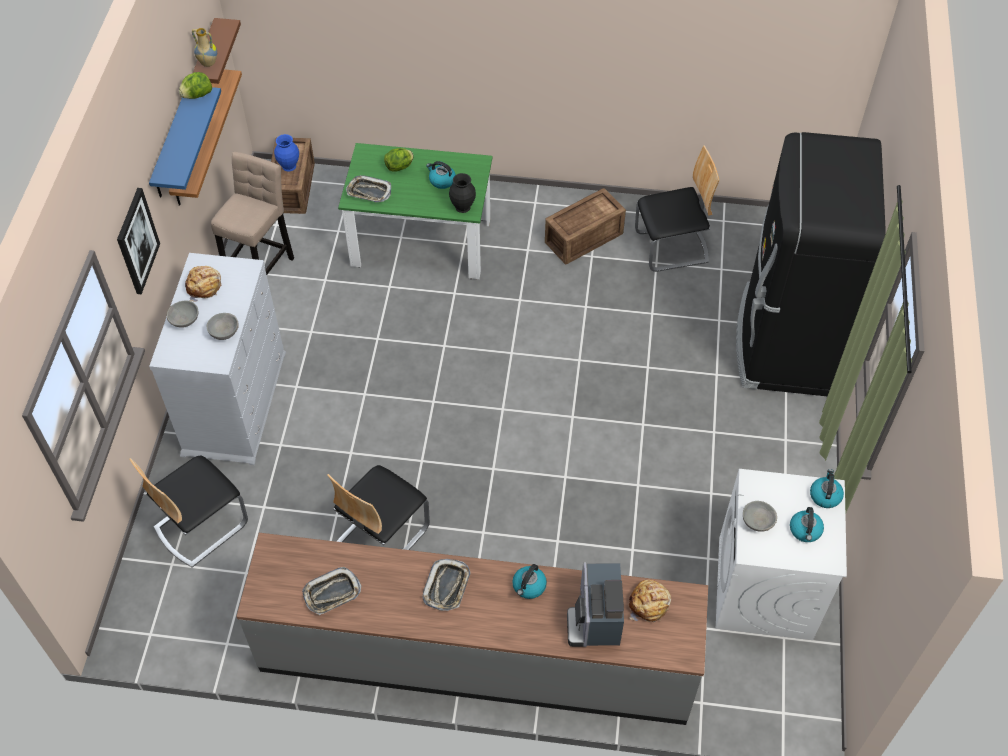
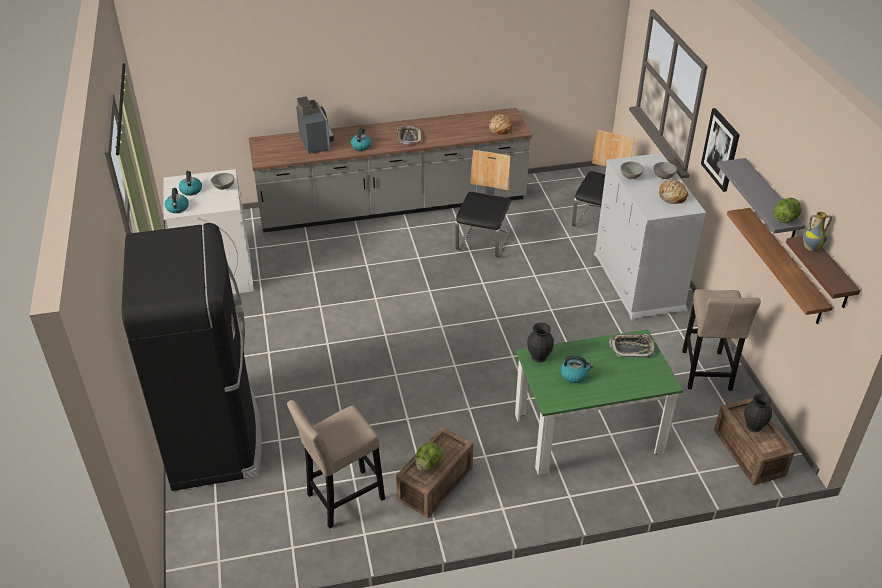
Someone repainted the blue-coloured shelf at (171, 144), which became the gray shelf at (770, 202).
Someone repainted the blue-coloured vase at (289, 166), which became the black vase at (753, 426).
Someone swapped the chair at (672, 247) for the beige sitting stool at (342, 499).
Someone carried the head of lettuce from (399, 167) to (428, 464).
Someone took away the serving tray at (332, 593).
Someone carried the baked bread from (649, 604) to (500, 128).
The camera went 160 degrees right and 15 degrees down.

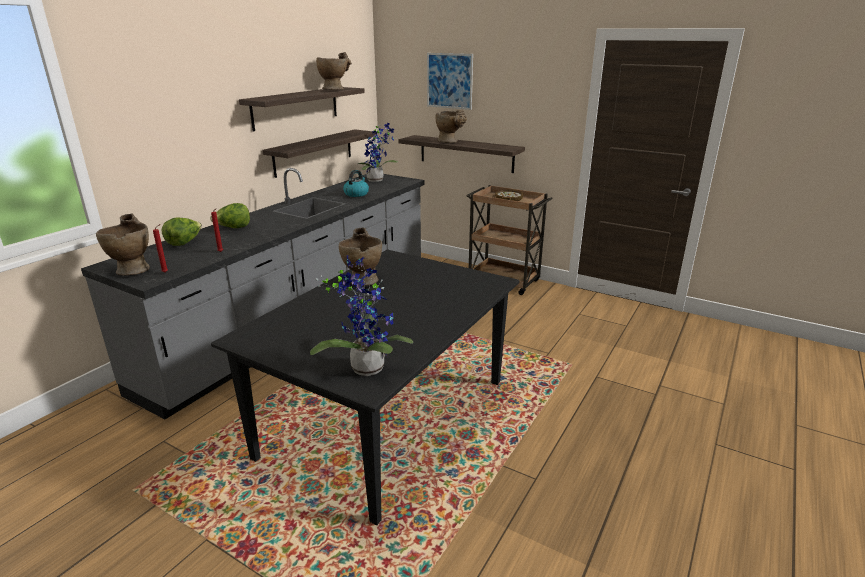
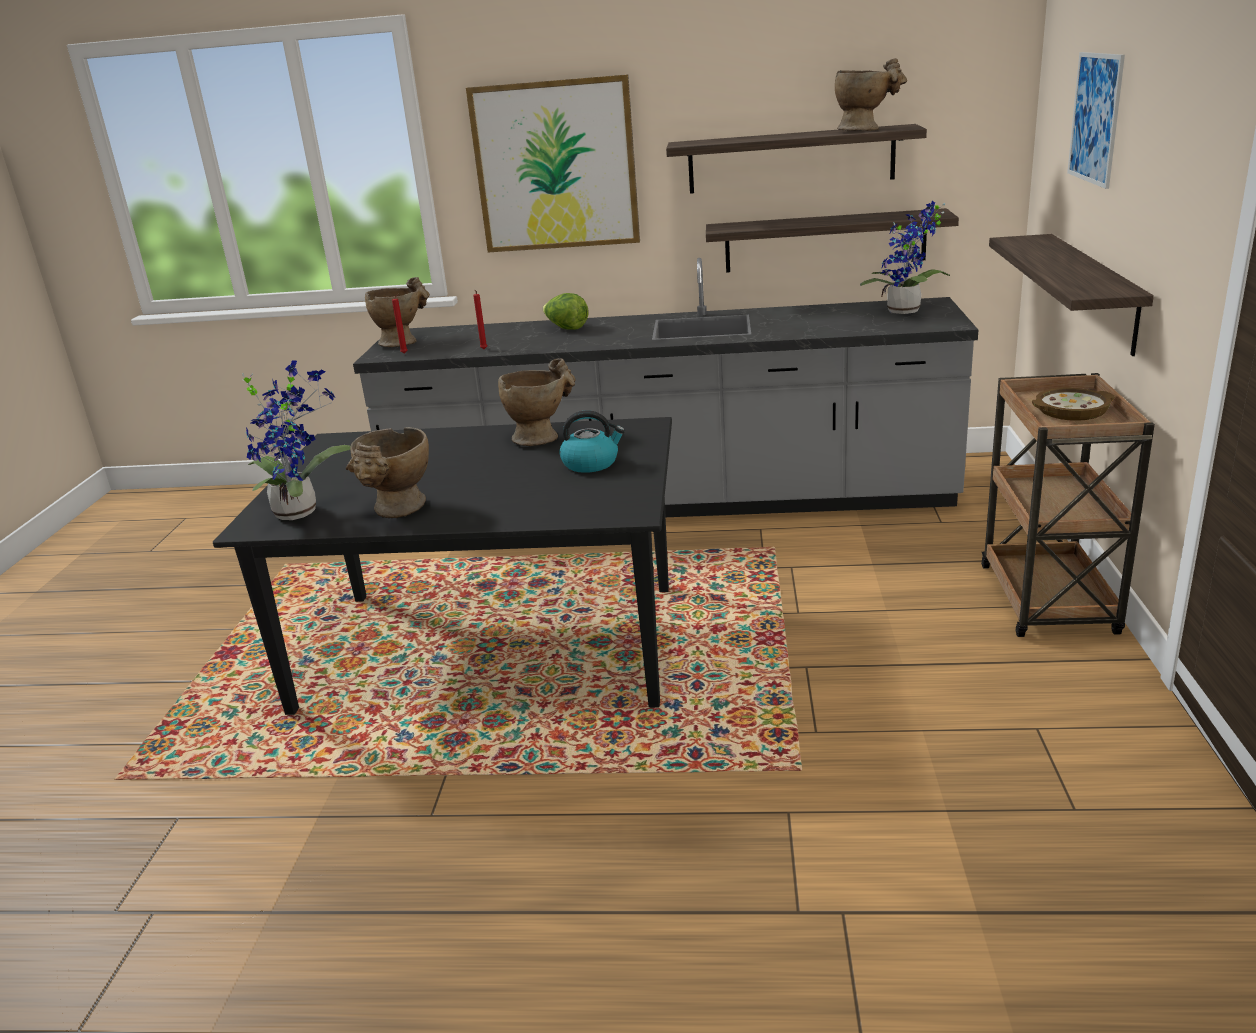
Someone carried the beige vase from (450, 142) to (398, 511).
Someone carried the kettle from (356, 194) to (591, 463).
Someone took away the head of lettuce at (184, 243).
Someone put up the picture at (556, 166).
The camera went 65 degrees right and 0 degrees up.

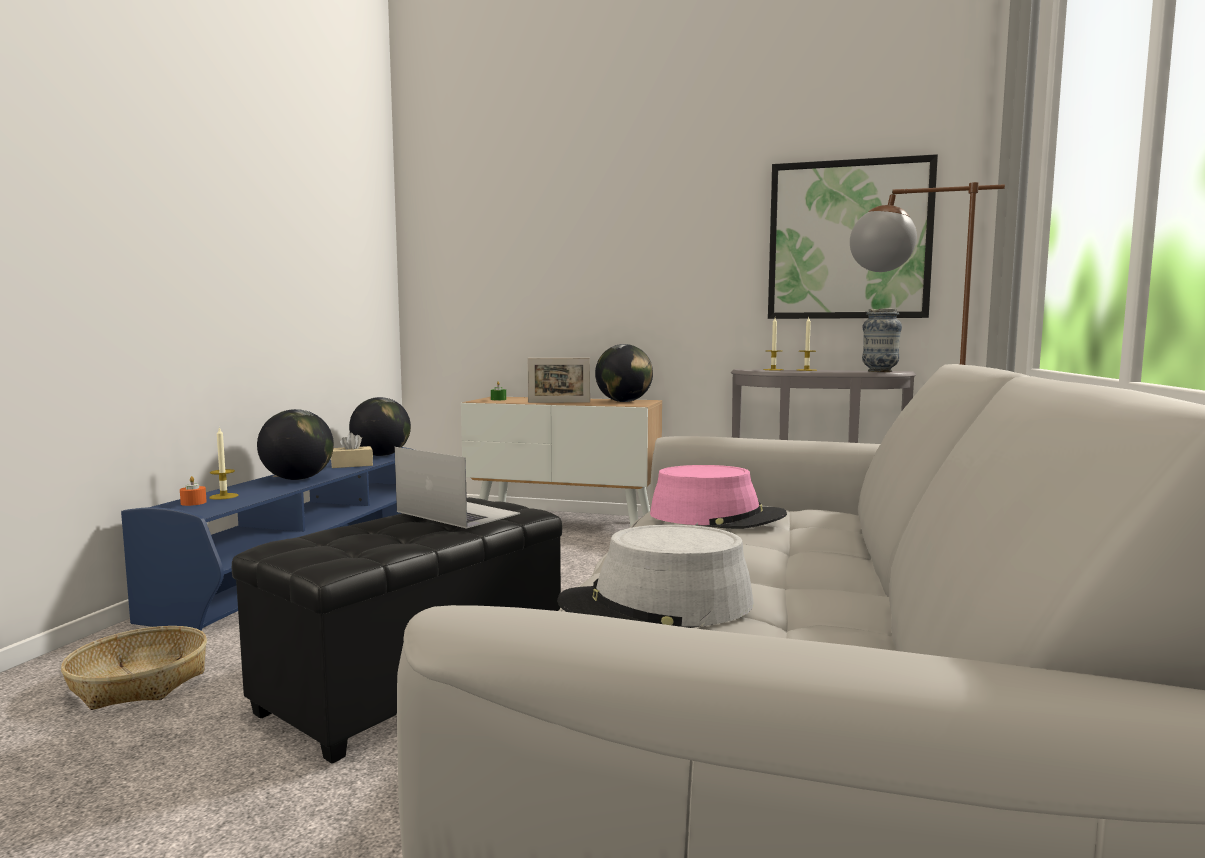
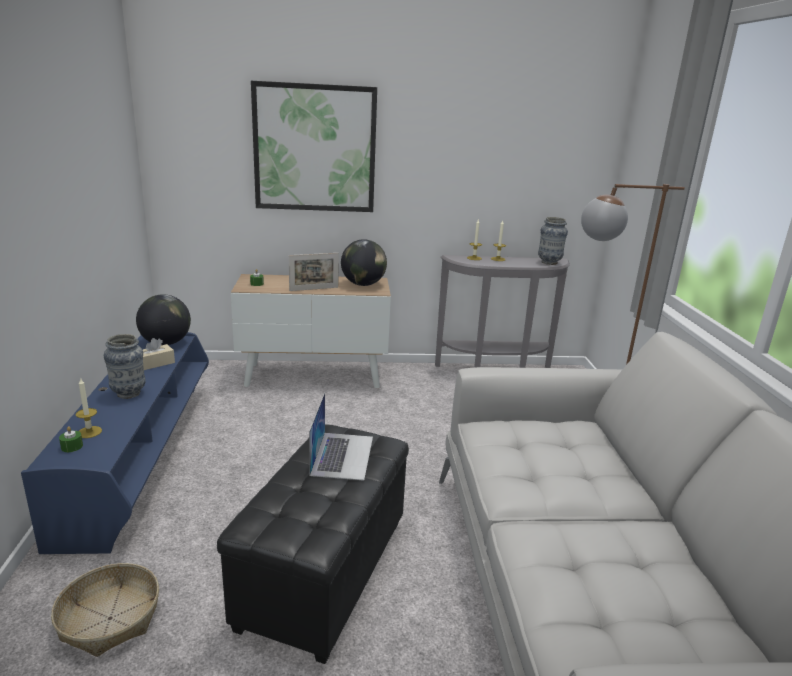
Someone carried the picture from (848, 240) to (315, 148).
Someone swapped the globe at (298, 479) for the vase at (129, 393).
Someone rotated the laptop at (457, 513) by 75 degrees clockwise.
Someone took away the pinkish wearable hat at (716, 516).
Someone repainted the orange wax light at (193, 503), which became the green wax light at (72, 446).
Someone took away the gray wearable hat at (657, 606).
The camera went 20 degrees left and 15 degrees up.

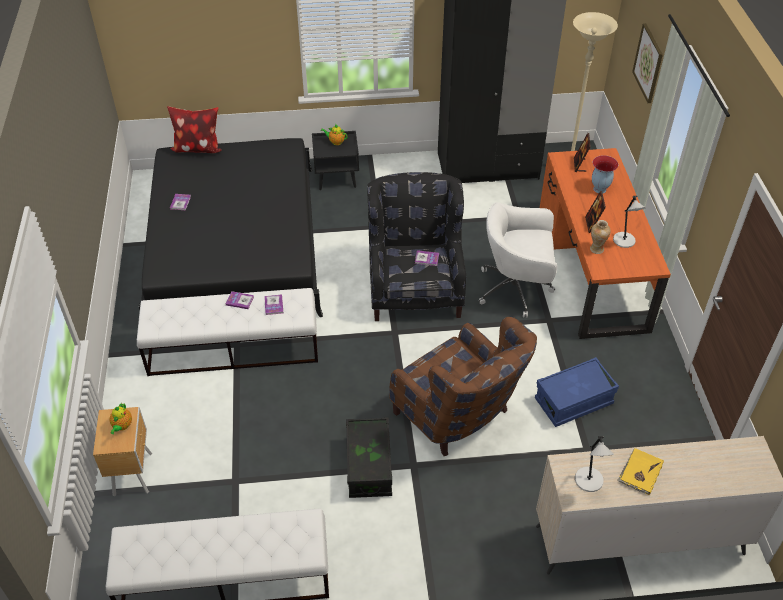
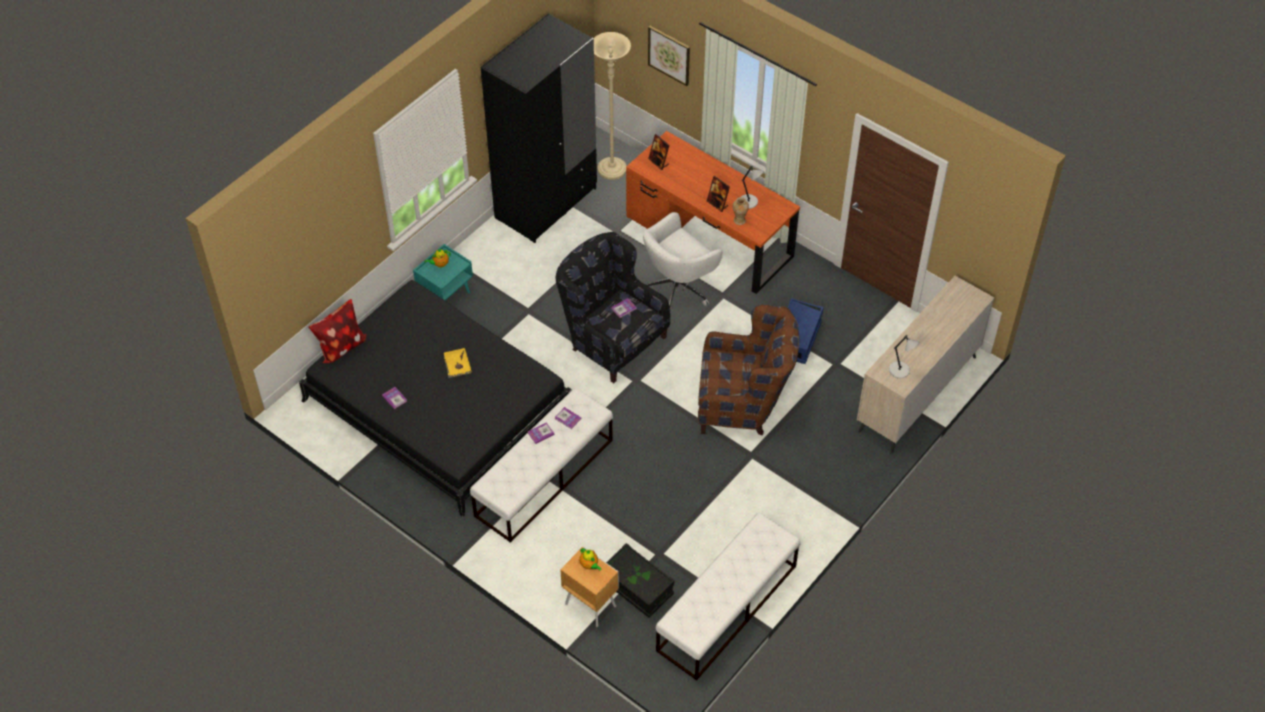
Someone repainted the black bedside table at (337, 178), which became the turquoise-coloured bedside table at (446, 295).
Someone took away the vase at (599, 189).
Someone carried the black storage bin from (369, 466) to (637, 588).
Someone carried the yellow-coloured book from (640, 472) to (457, 364).
The camera went 45 degrees left and 5 degrees up.

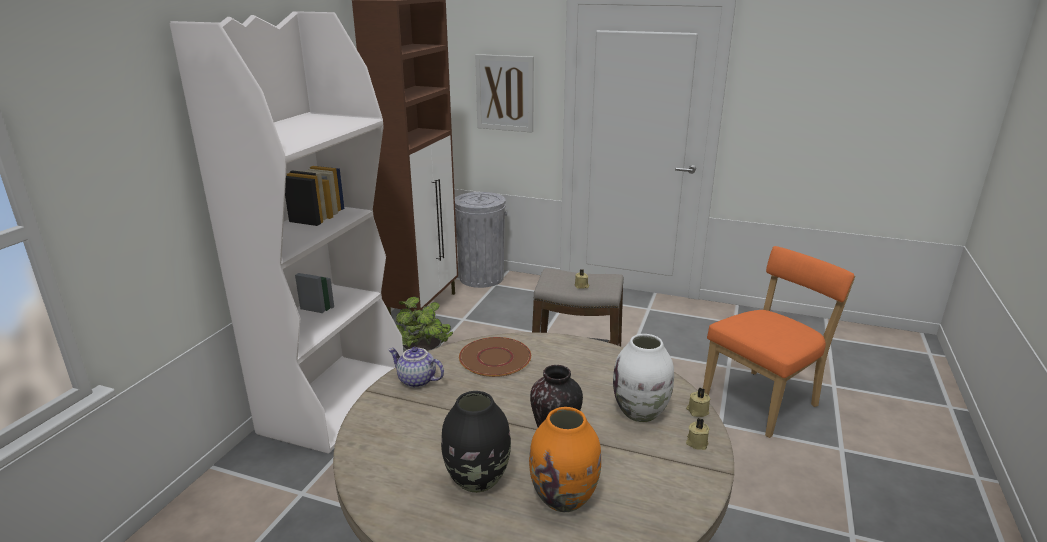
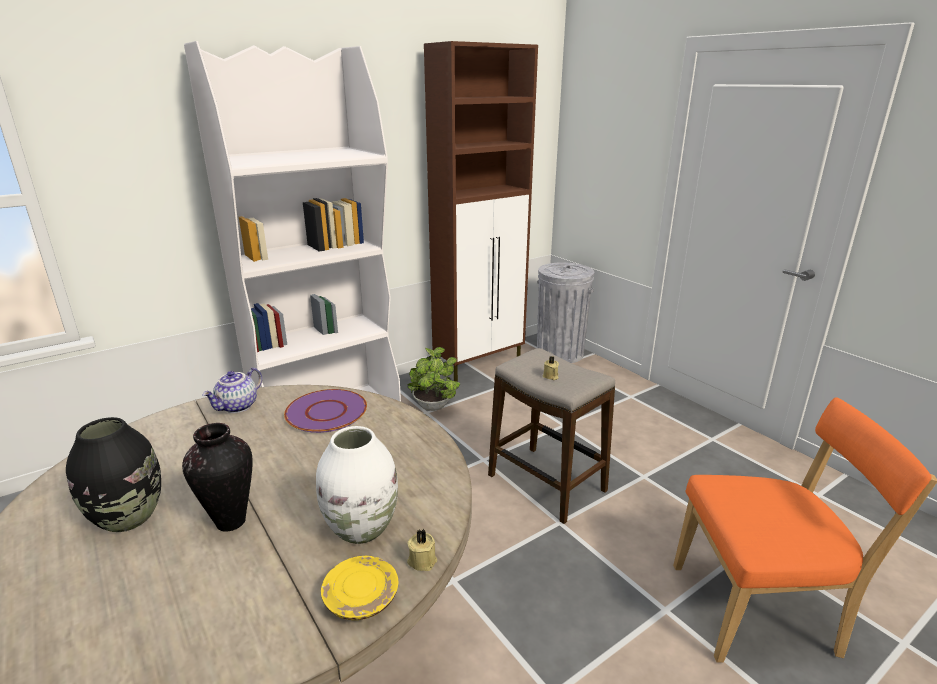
Someone took away the picture at (505, 93).
Someone repainted the brownish plate at (495, 358), which became the purple plate at (326, 412).
Someone rotated the tea pot at (416, 381) by 120 degrees counterclockwise.
Someone took away the orange vase at (564, 498).
Someone swapped the beige wax light at (696, 442) for the yellow-coloured plate at (361, 597).
The camera went 35 degrees right and 0 degrees up.

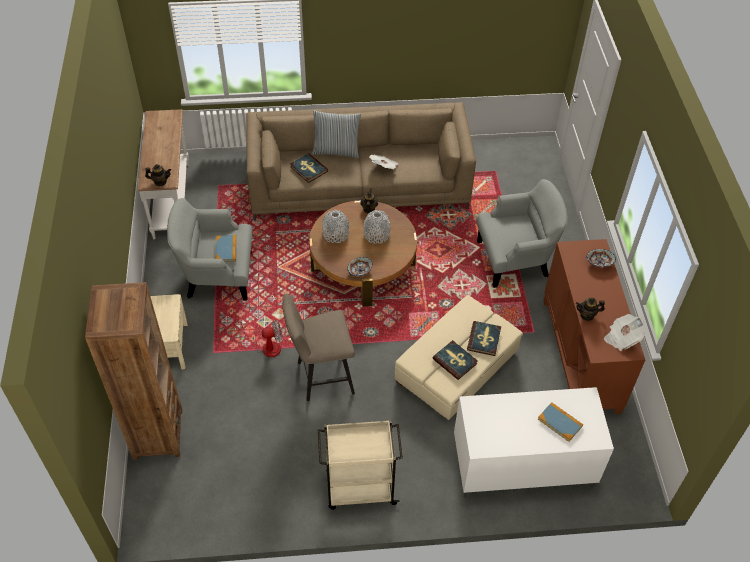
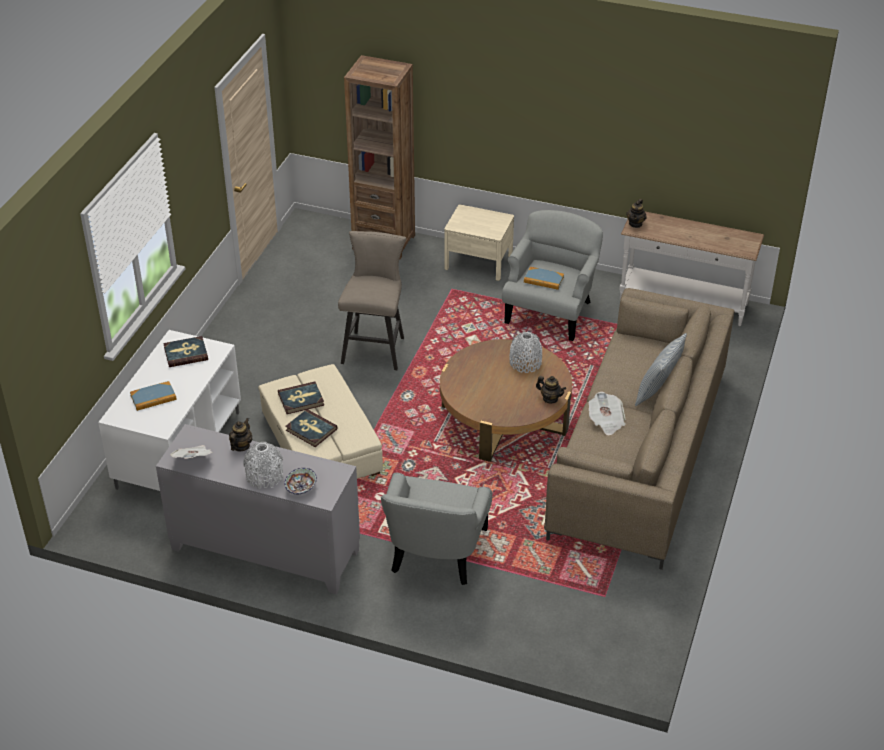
Someone carried the book from (308, 169) to (186, 353).
Someone carried the gray vase from (376, 234) to (264, 476).
Someone repainted the brownish cupboard at (581, 354), which became the gray cupboard at (264, 550).
Someone took away the serving bowl at (360, 271).
Someone took away the fan at (266, 346).
Someone took away the beige cart at (359, 488).
The camera went 115 degrees right and 10 degrees down.

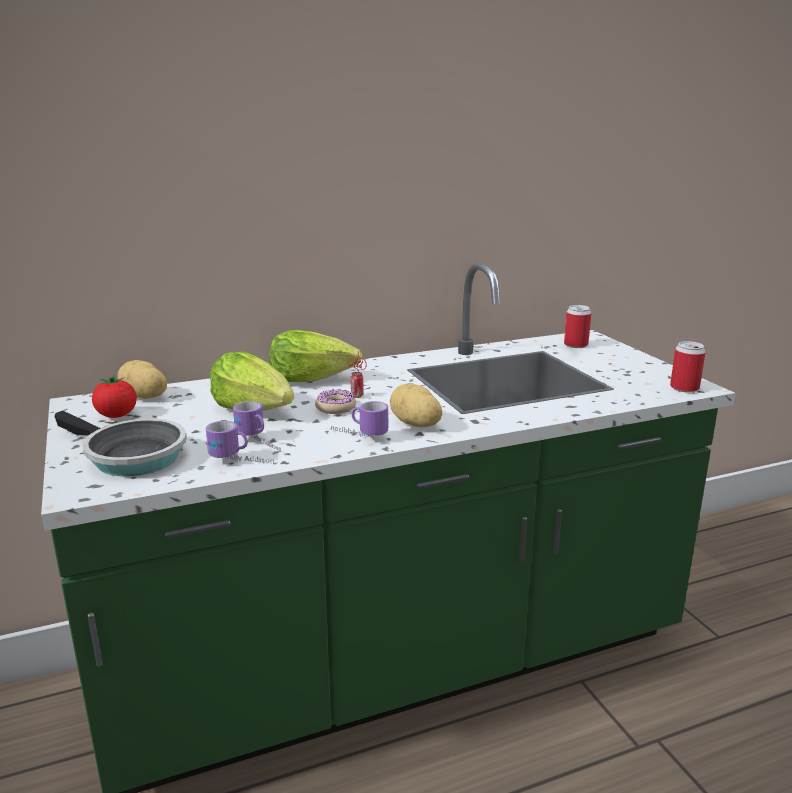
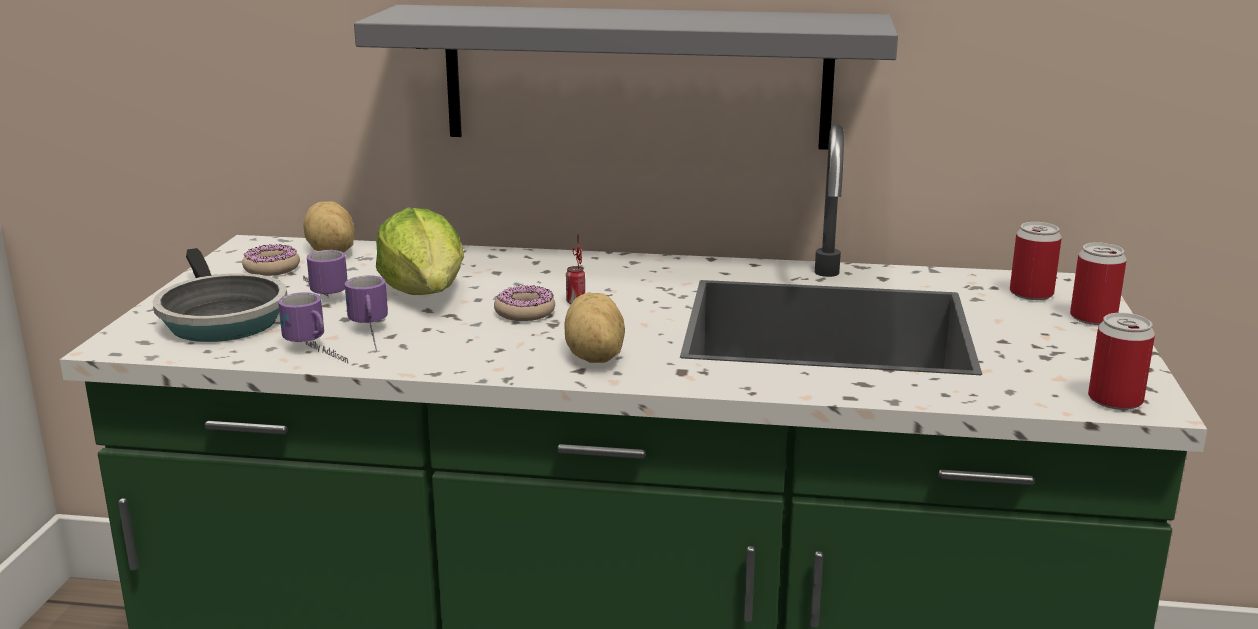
Someone took away the head of lettuce at (312, 379).
Someone swapped the tomato at (117, 415) for the doughnut at (272, 268).
Someone carried the tea mug from (358, 435) to (321, 292).
Someone put up the gray shelf at (636, 76).
Someone put down the metal can at (1093, 318).
The camera went 30 degrees right and 0 degrees up.

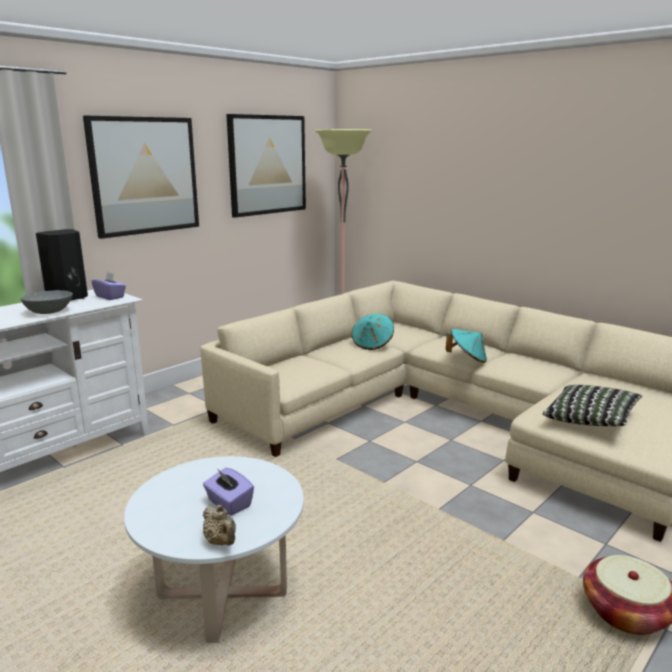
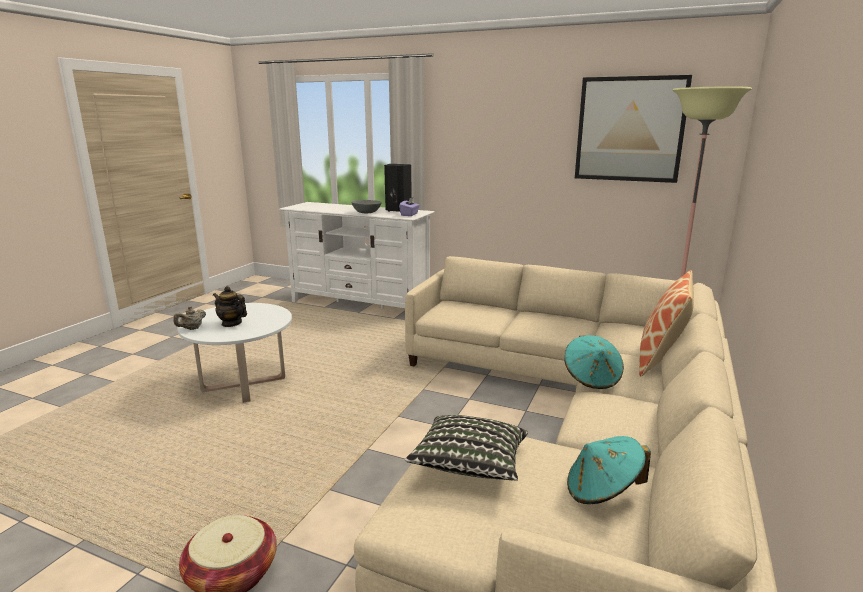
Someone took away the picture at (144, 176).
Someone carried the turquoise-coloured wearable hat from (372, 344) to (602, 491).
Someone swapped the purple tissue box at (229, 504) for the tea pot at (231, 323).
Someone put down the pillow at (661, 360).
The camera went 70 degrees right and 0 degrees up.

